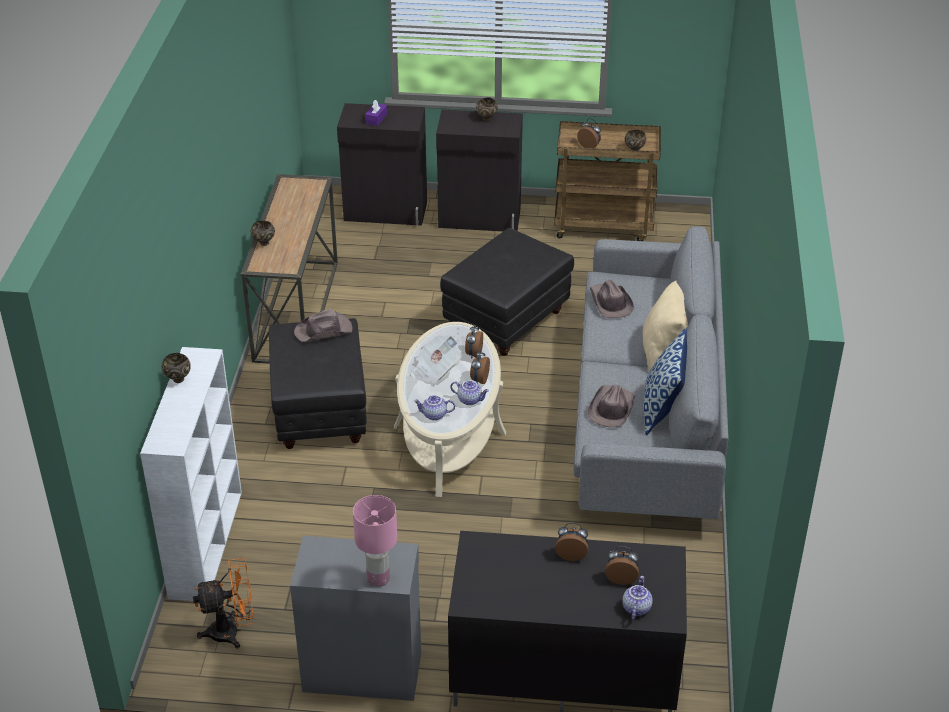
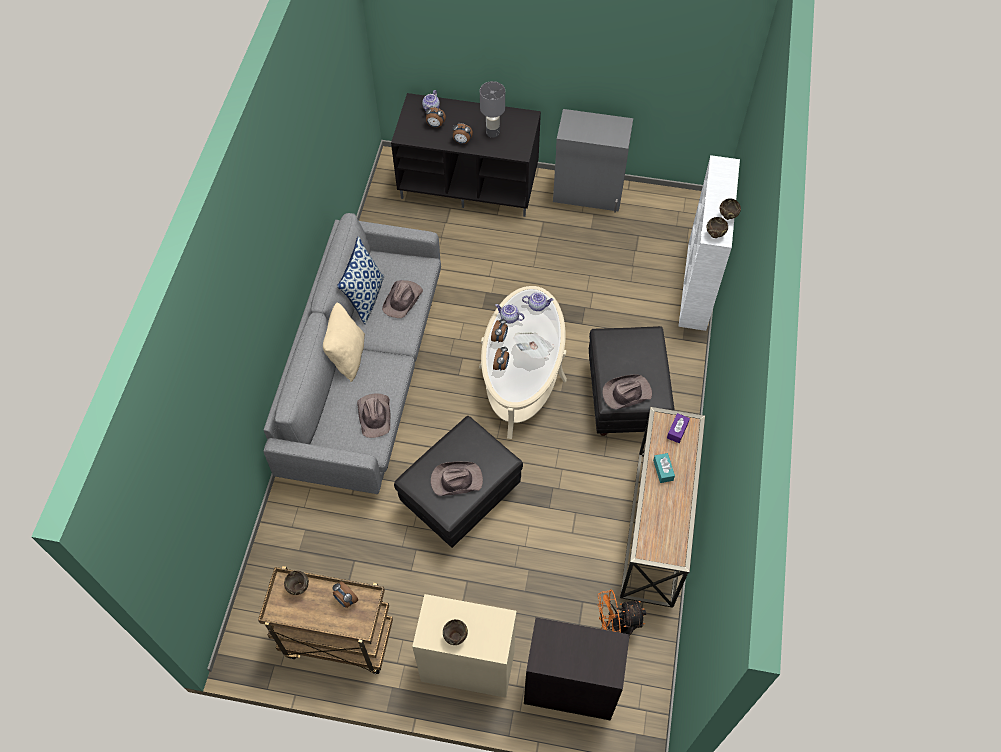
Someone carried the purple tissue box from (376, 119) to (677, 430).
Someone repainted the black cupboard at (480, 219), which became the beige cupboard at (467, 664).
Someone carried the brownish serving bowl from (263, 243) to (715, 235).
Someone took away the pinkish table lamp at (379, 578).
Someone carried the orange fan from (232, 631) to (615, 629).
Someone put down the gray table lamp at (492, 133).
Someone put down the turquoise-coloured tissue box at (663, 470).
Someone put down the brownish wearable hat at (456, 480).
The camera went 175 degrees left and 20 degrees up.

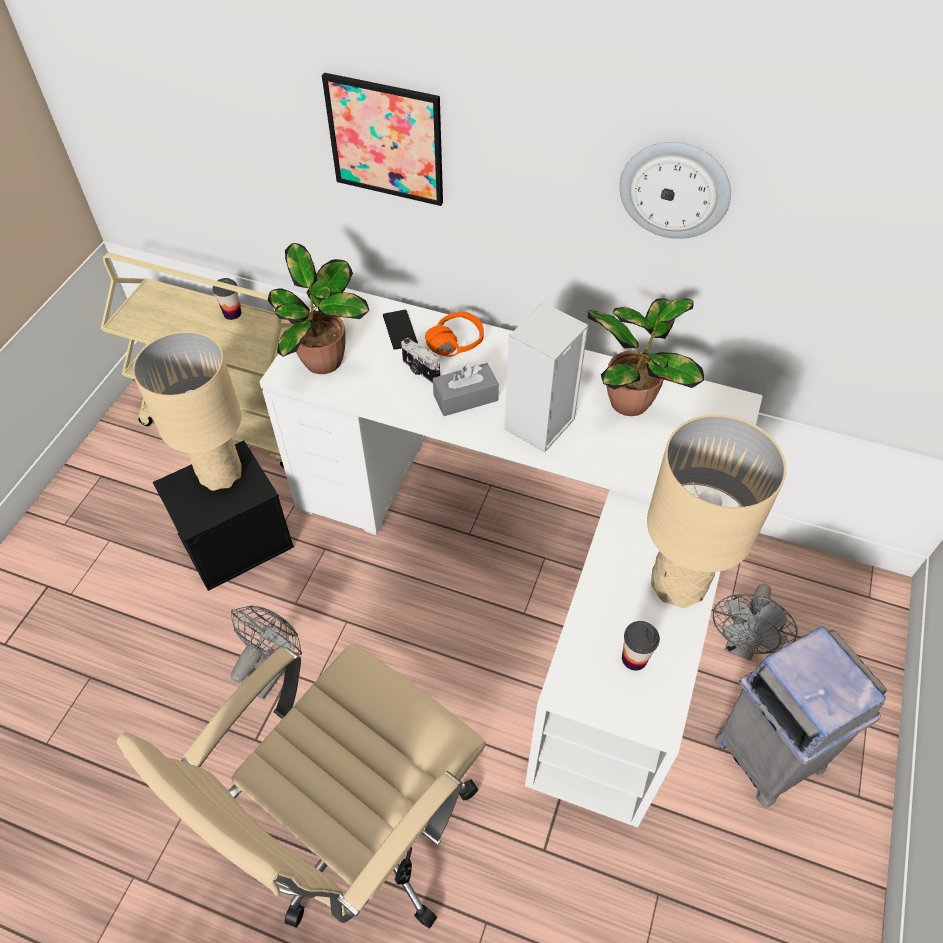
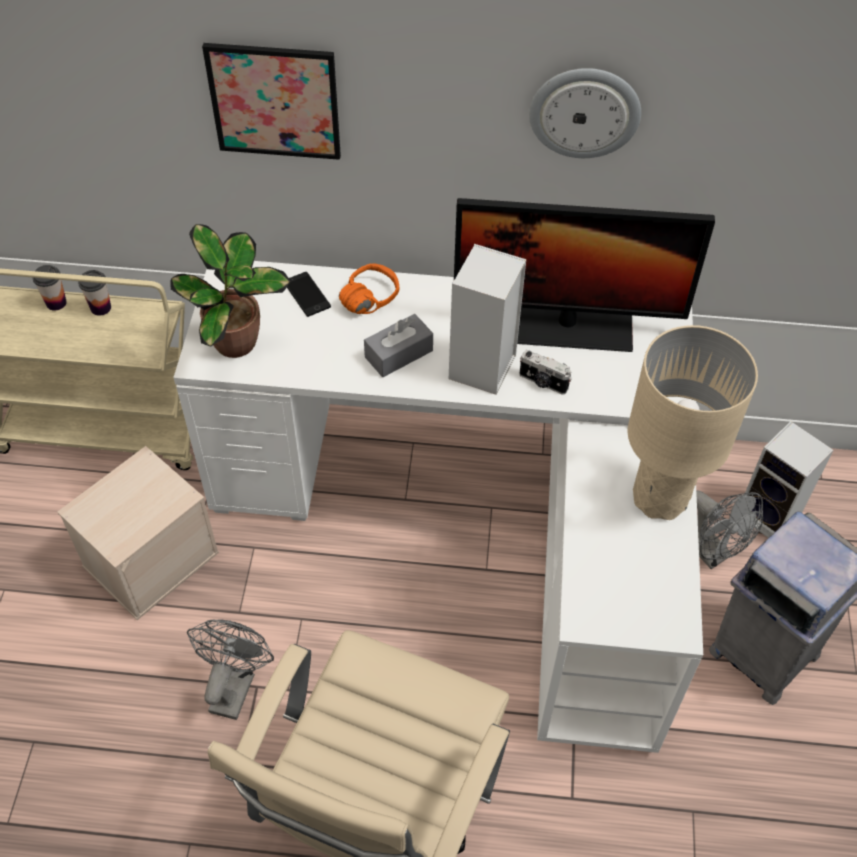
Someone swapped the potted plant at (632, 400) for the monitor at (567, 325).
Someone took away the beige table lamp at (220, 473).
Someone carried the still camera from (420, 371) to (542, 382).
Someone repainted the black storage bin at (236, 539), which became the beige storage bin at (151, 557).
Someone rotated the gray fan at (741, 644) by 45 degrees counterclockwise.
Someone carried the cup from (634, 658) to (56, 303).
Someone put down the loudspeaker at (770, 516).
The camera went 15 degrees left and 0 degrees up.

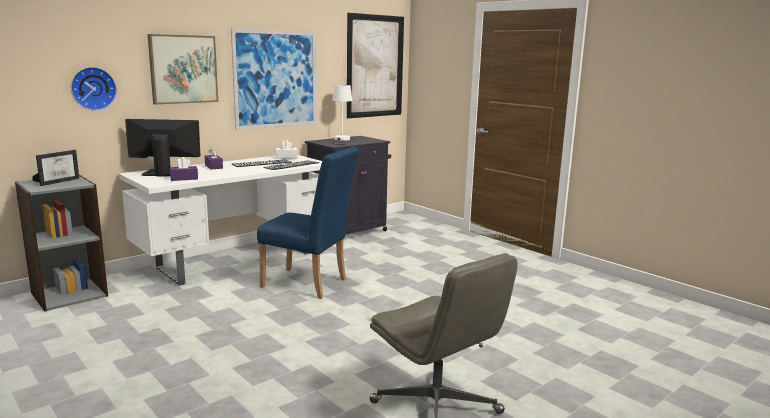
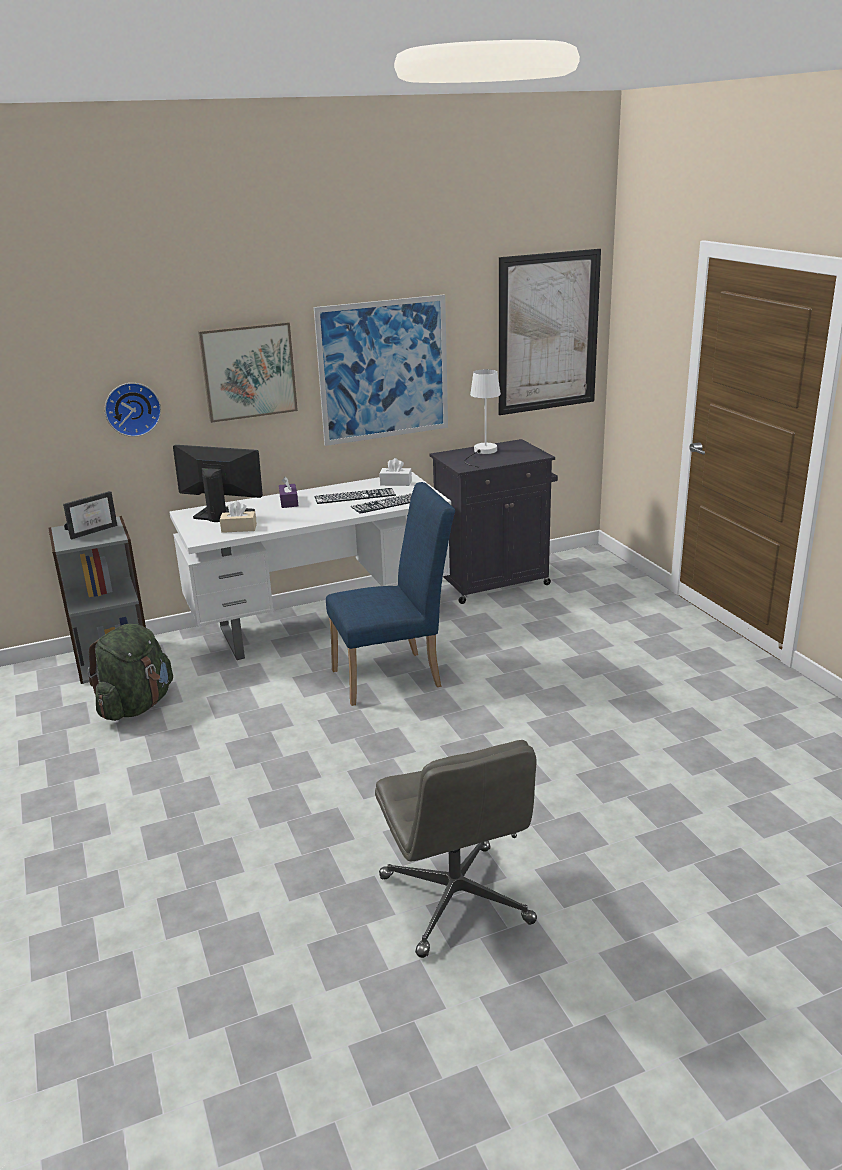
Someone rotated the blue-coloured chair at (309, 284) by 60 degrees counterclockwise.
Someone repainted the purple tissue box at (184, 178), which became the beige tissue box at (239, 528).
Someone put down the green backpack at (137, 706).
The camera went 20 degrees right and 10 degrees up.

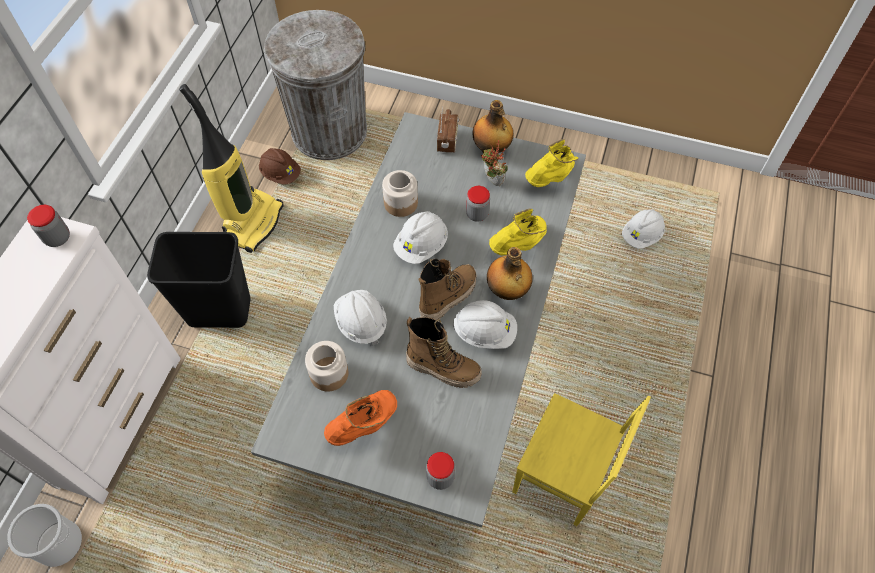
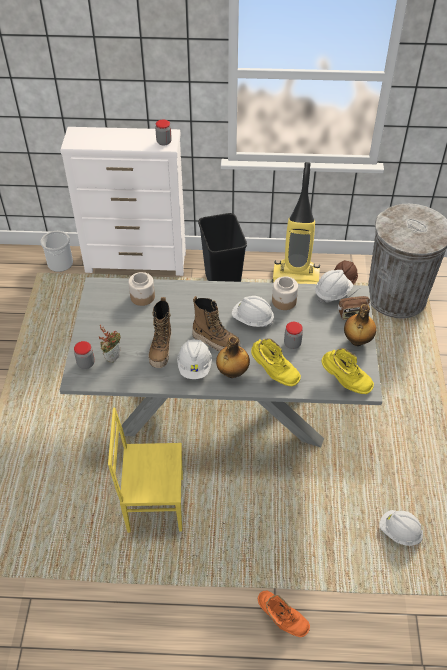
Someone carried the potted plant from (491, 181) to (112, 356).
Someone carried the white safety helmet from (361, 322) to (332, 293).
Someone carried the orange high-top boot from (365, 426) to (281, 620).
Someone rotated the yellow-coloured chair at (561, 477) by 75 degrees clockwise.
The camera went 75 degrees right and 10 degrees down.

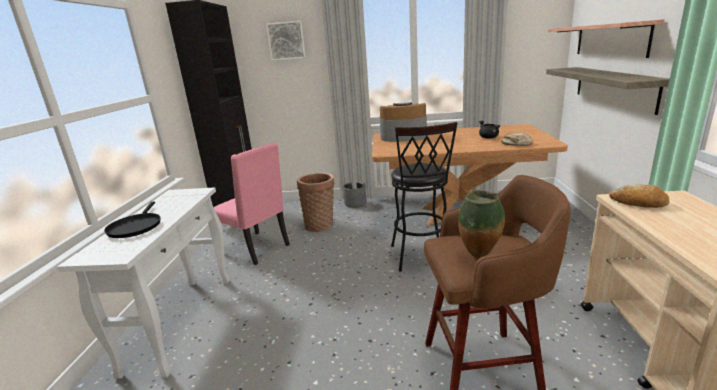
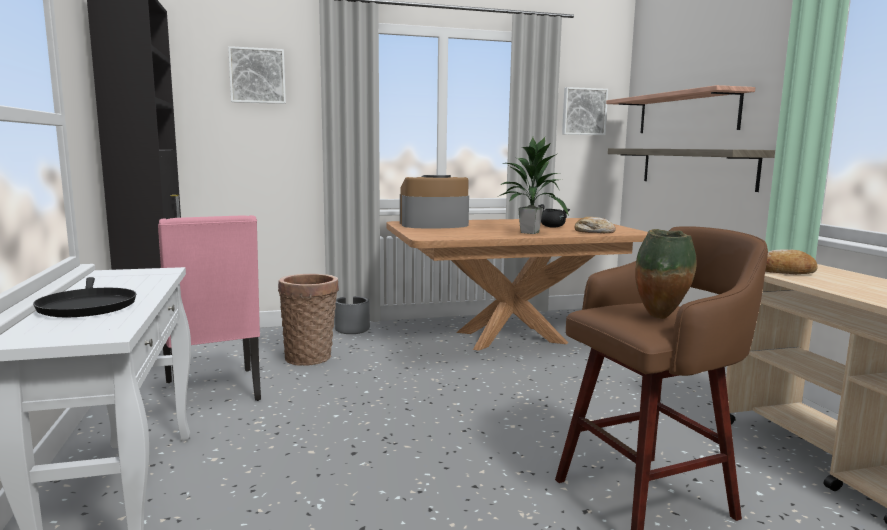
Someone took away the black sitting stool at (421, 258).
Someone rotated the pinkish chair at (257, 248) by 45 degrees clockwise.
Someone put up the picture at (583, 111).
Someone put down the potted plant at (529, 232).
The camera went 20 degrees left and 10 degrees down.

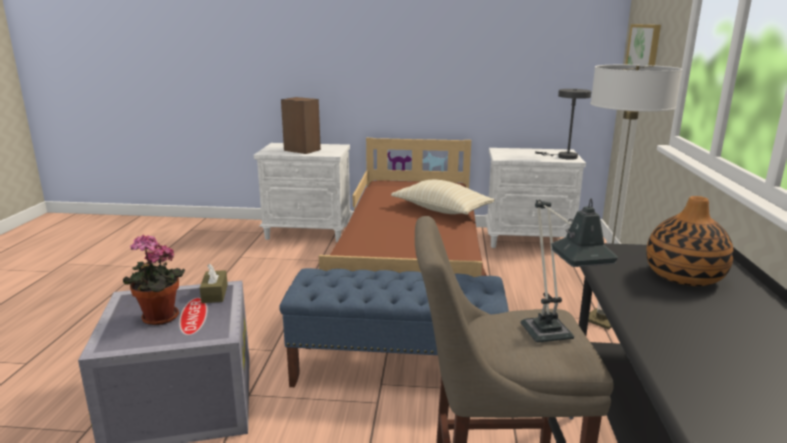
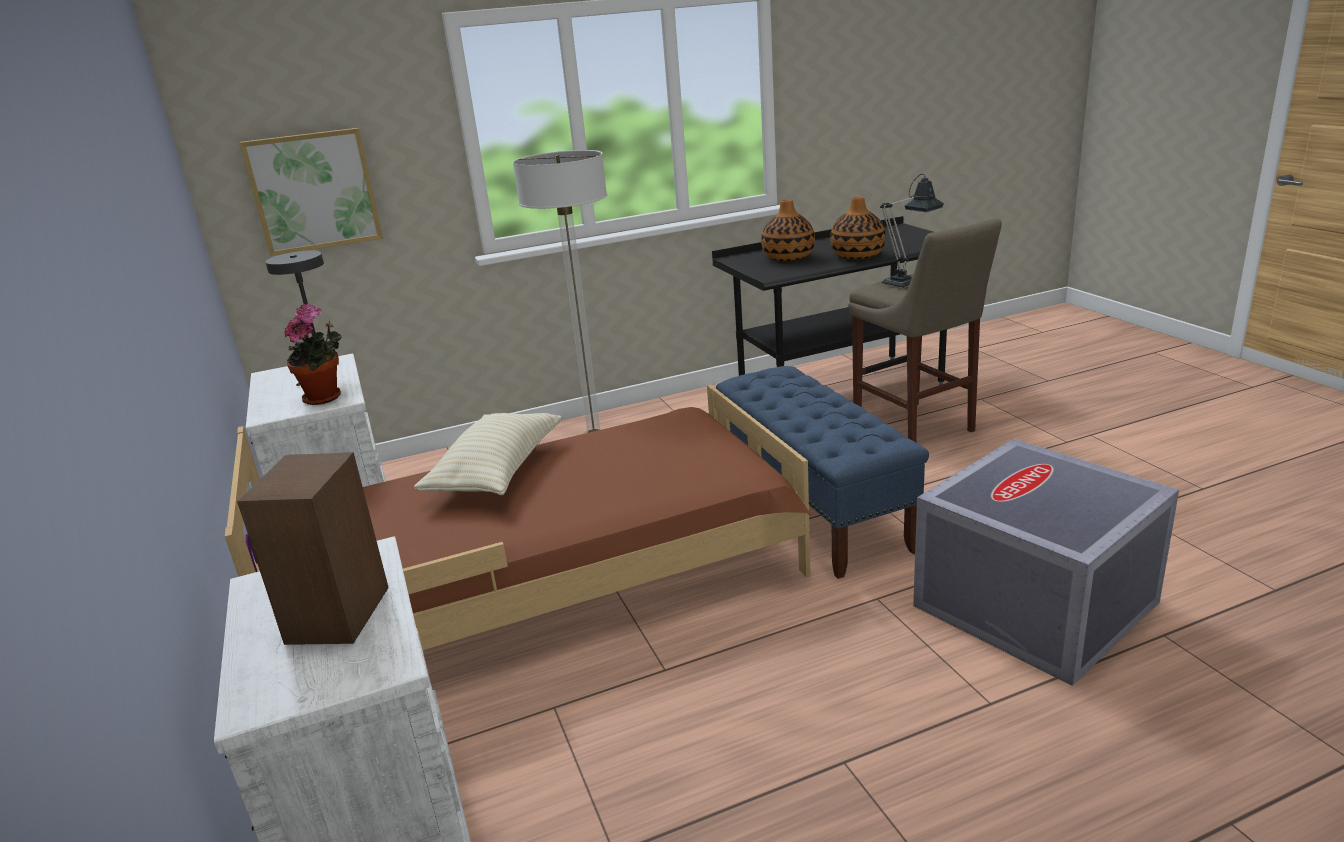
Someone carried the potted plant from (158, 319) to (326, 397).
Someone took away the brownish tissue box at (214, 293).
Someone put down the vase at (857, 256).
The camera went 115 degrees left and 5 degrees up.

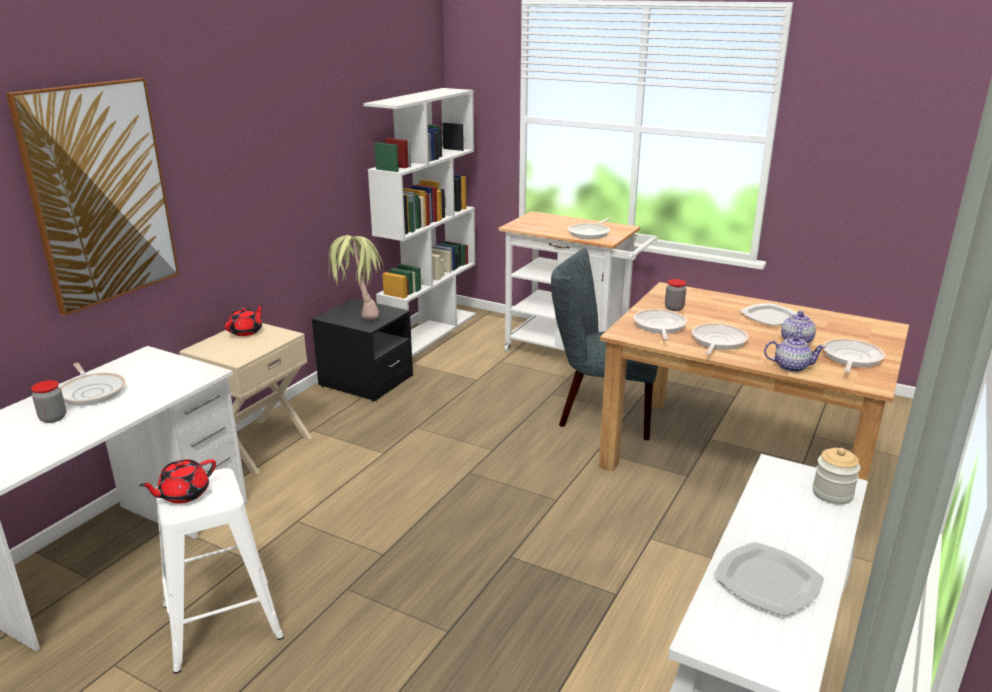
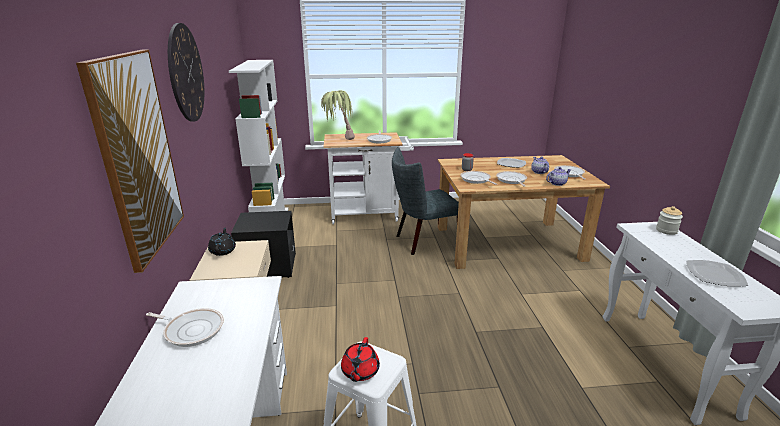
Someone carried the potted plant from (358, 314) to (338, 139).
Someone repainted the reddish tea pot at (246, 331), which became the black tea pot at (223, 251).
Someone took away the preserve jar at (53, 418).
Someone put up the clock on the wall at (186, 73).
The camera went 35 degrees left and 0 degrees up.

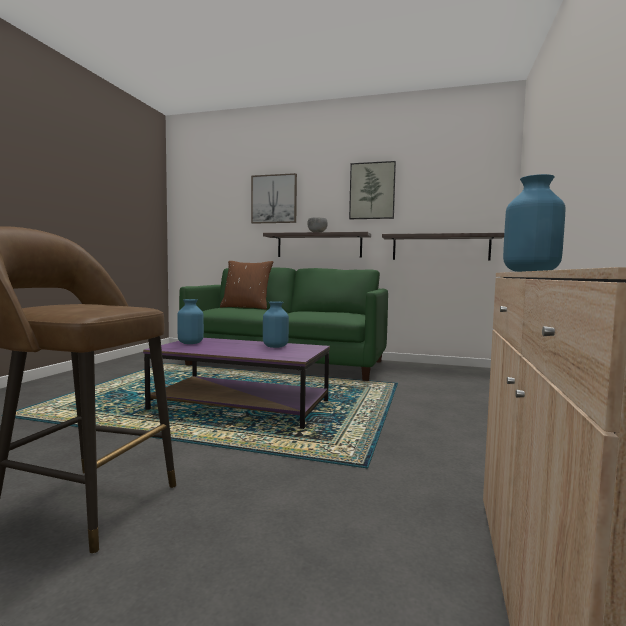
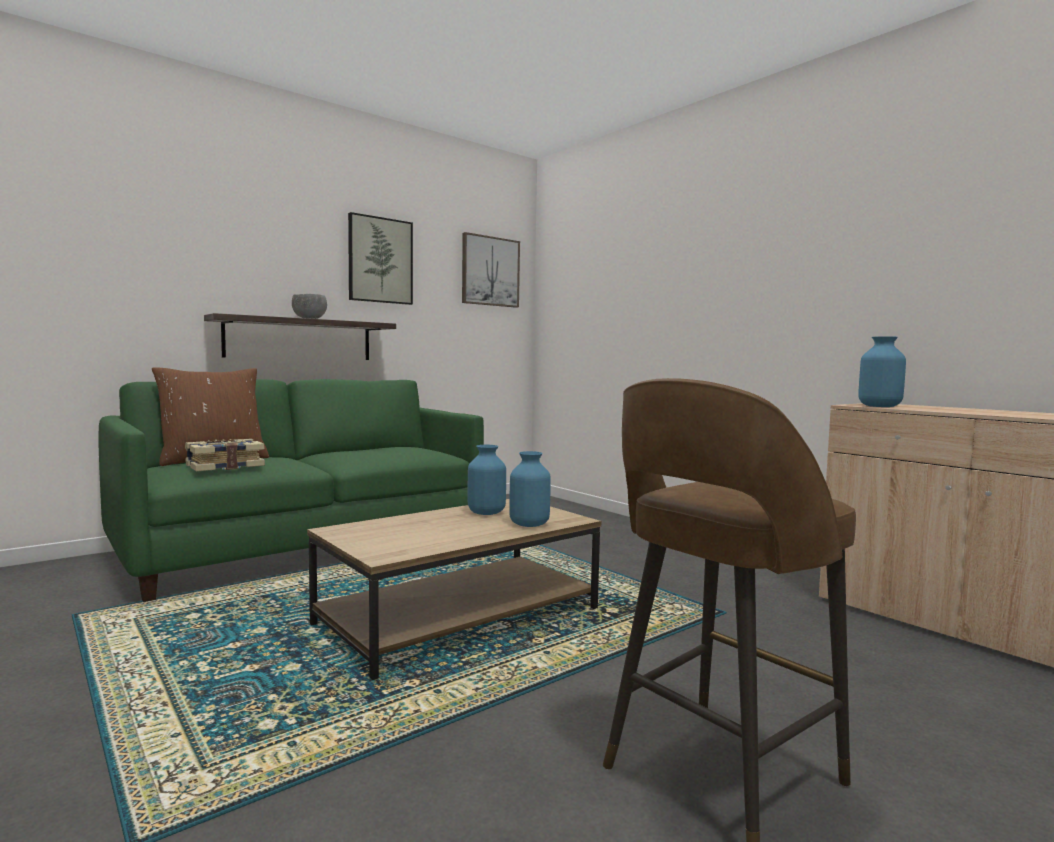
Someone carried the picture from (274, 199) to (490, 271).
Someone took away the shelf at (440, 247).
Someone carried the blue-coloured vase from (190, 343) to (529, 524).
Someone repainted the purple lounge table at (242, 406), which became the brownish lounge table at (461, 616).
Someone put down the book at (224, 466).
The camera went 55 degrees left and 0 degrees up.

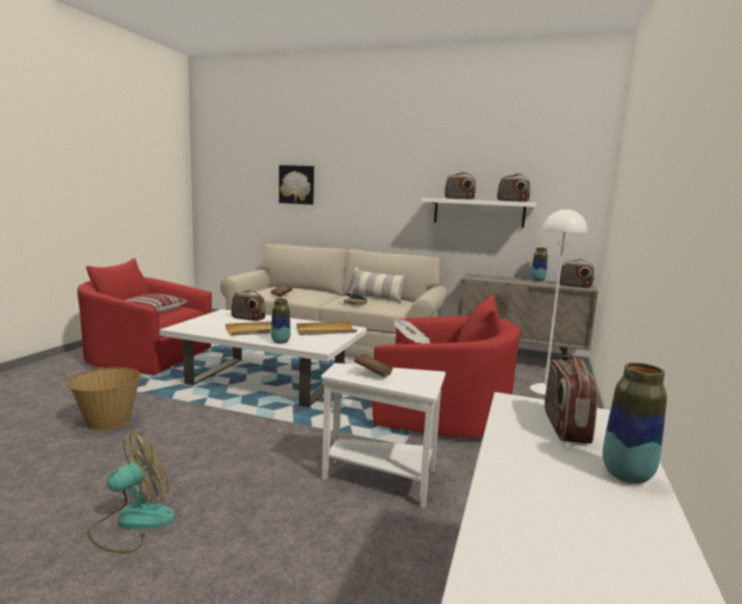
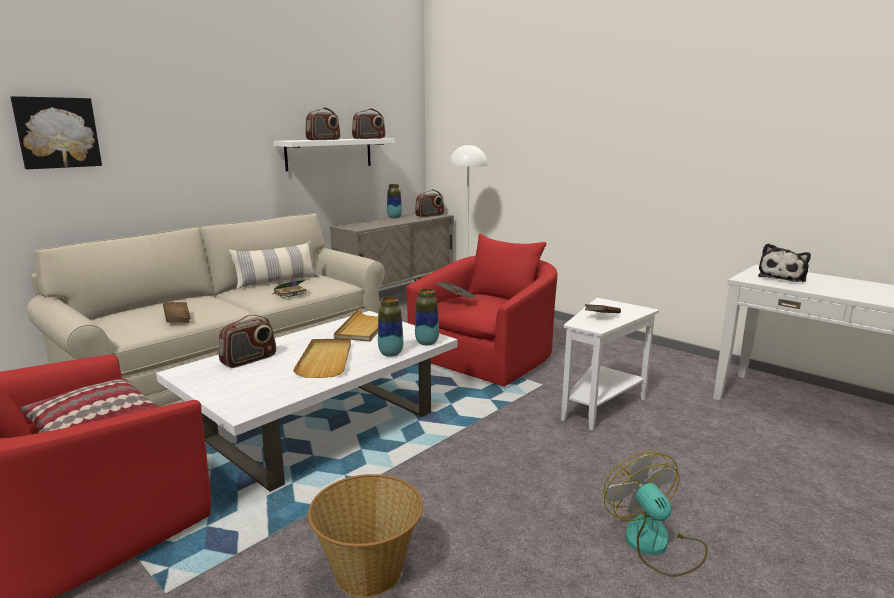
Someone swapped the radio at (565, 426) for the soft toy at (783, 277).
Someone carried the vase from (627, 475) to (427, 343).
The camera went 65 degrees left and 5 degrees up.

